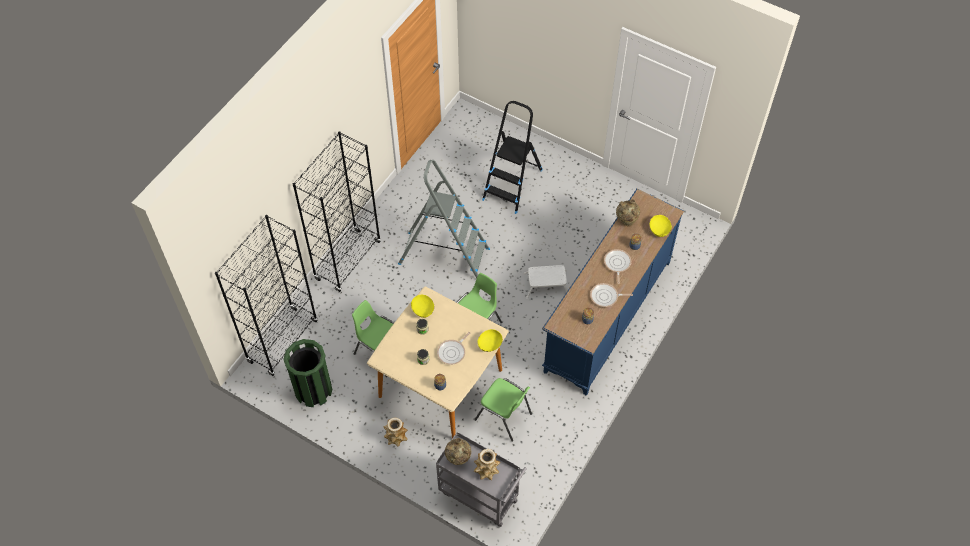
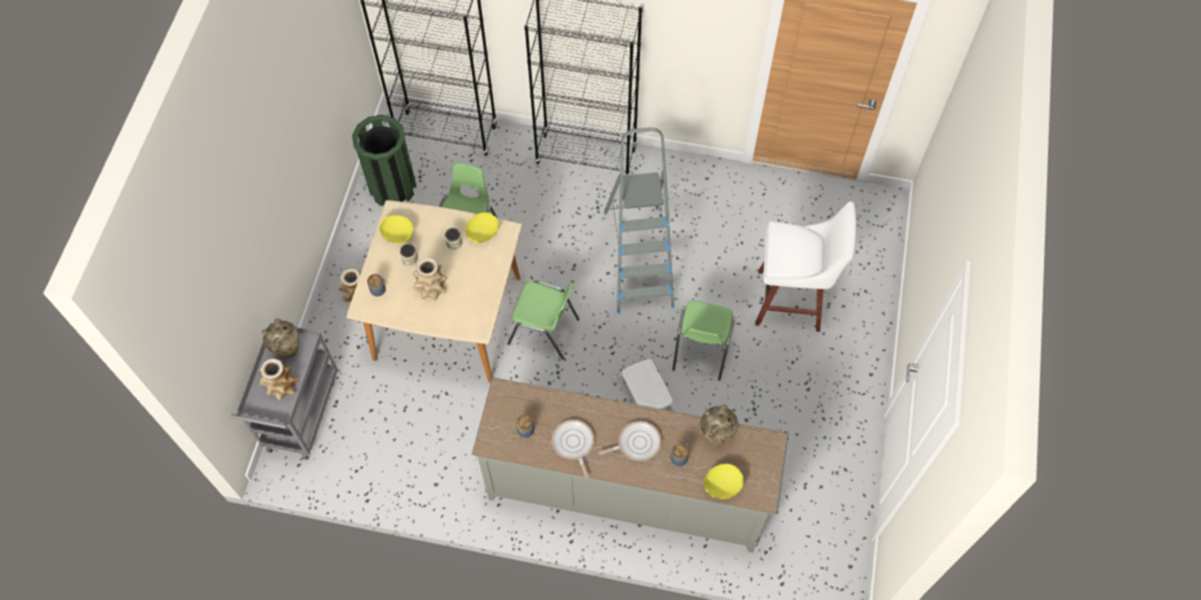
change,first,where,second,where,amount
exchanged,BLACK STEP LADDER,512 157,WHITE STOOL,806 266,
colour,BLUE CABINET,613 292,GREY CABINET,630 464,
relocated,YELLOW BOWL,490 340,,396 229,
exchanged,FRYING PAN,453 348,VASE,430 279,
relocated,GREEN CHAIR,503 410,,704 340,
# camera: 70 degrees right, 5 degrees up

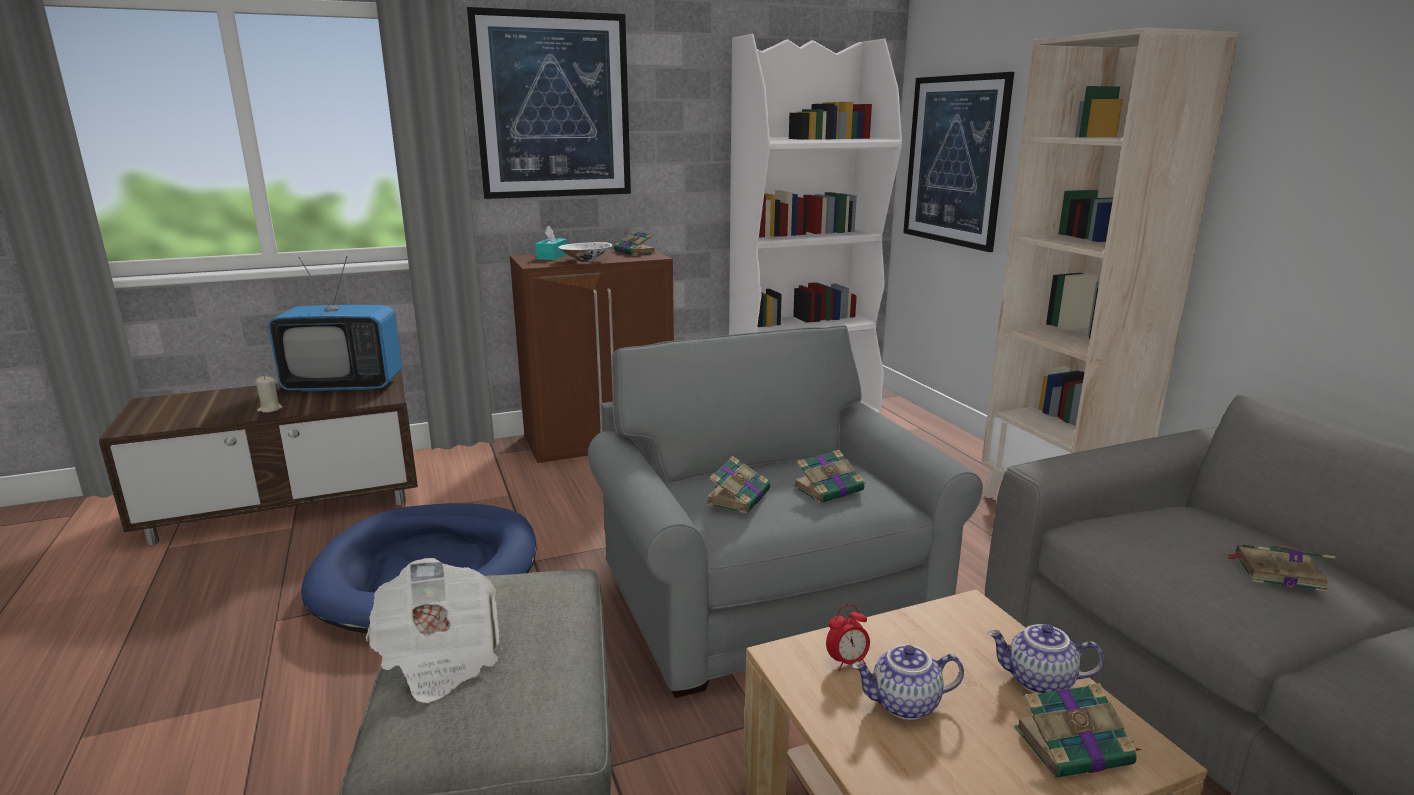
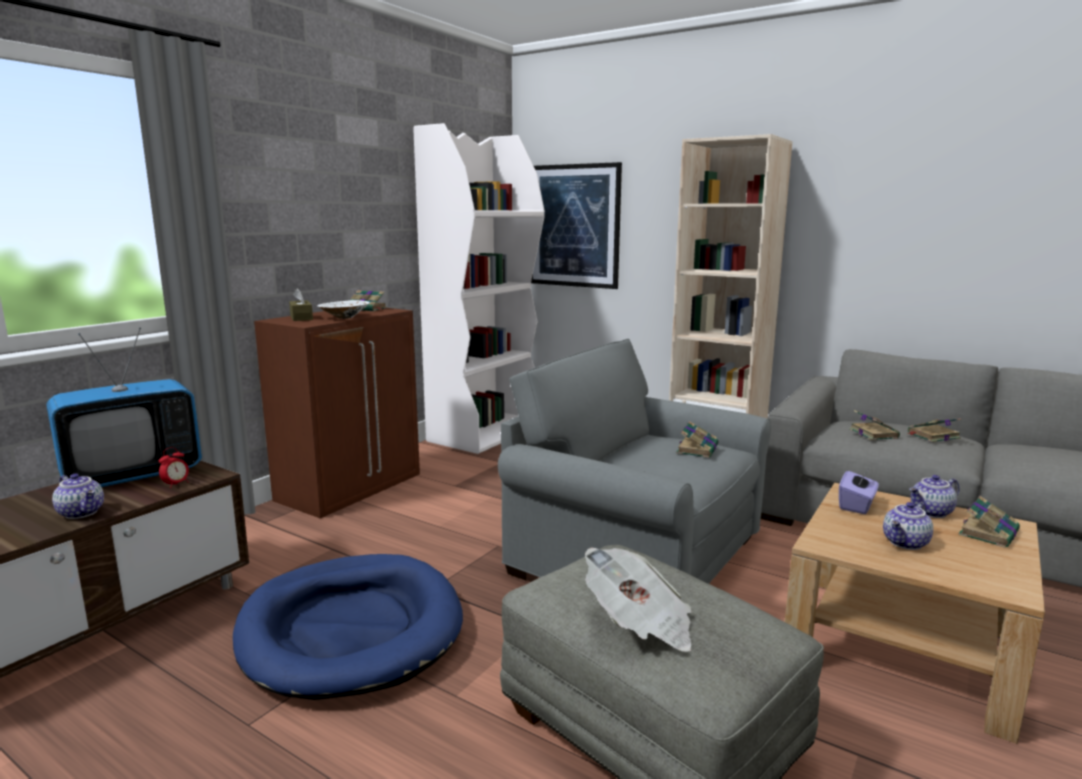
change,first,where,second,where,amount
missing,PICTURE,549 103,,,
colour,TURQUOISE TISSUE BOX,551 243,BROWN TISSUE BOX,301 304,
exchanged,BEIGE CANDLE,269 394,TEAPOT,78 496,
relocated,BOOK,737 485,,874 425,
relocated,ALARM CLOCK,848 638,,174 467,
appeared,,,PURPLE TISSUE BOX,859 492,
# camera: 35 degrees left, 5 degrees down

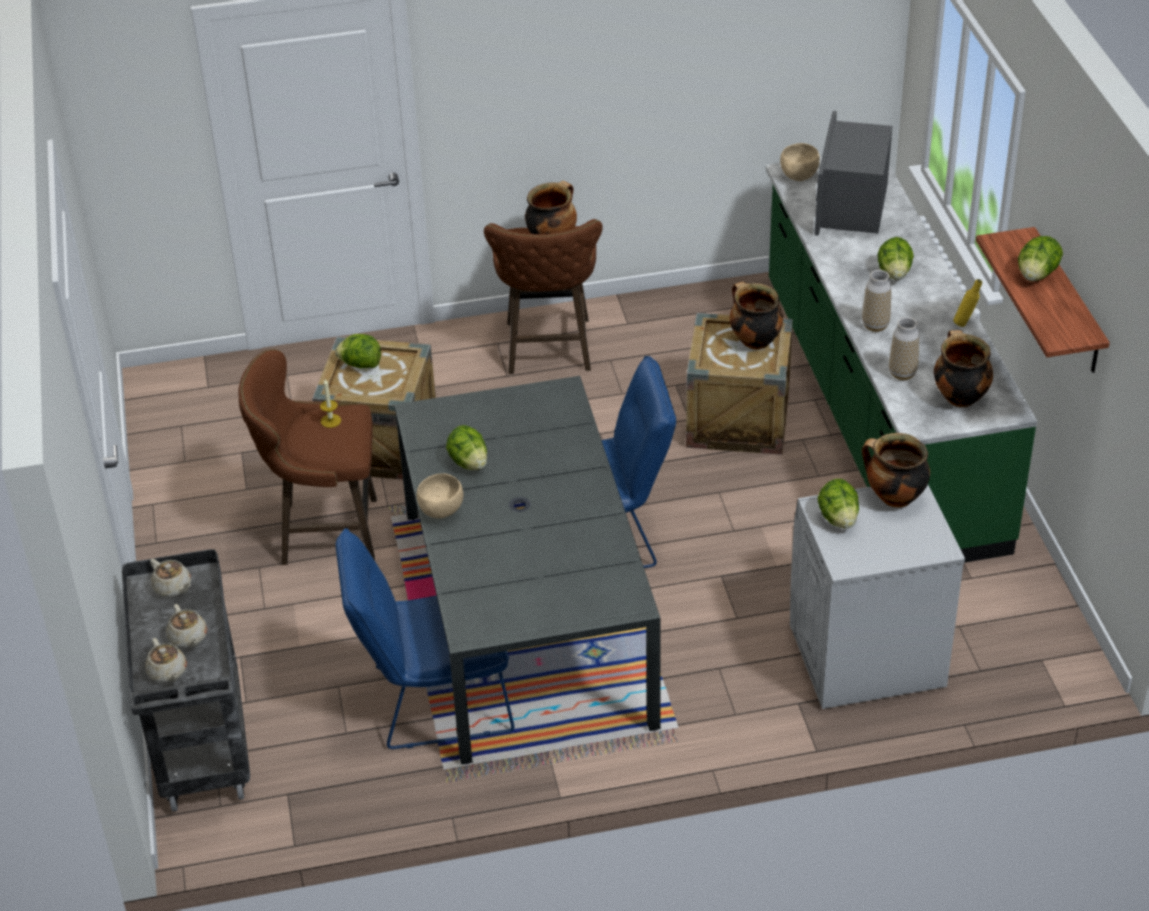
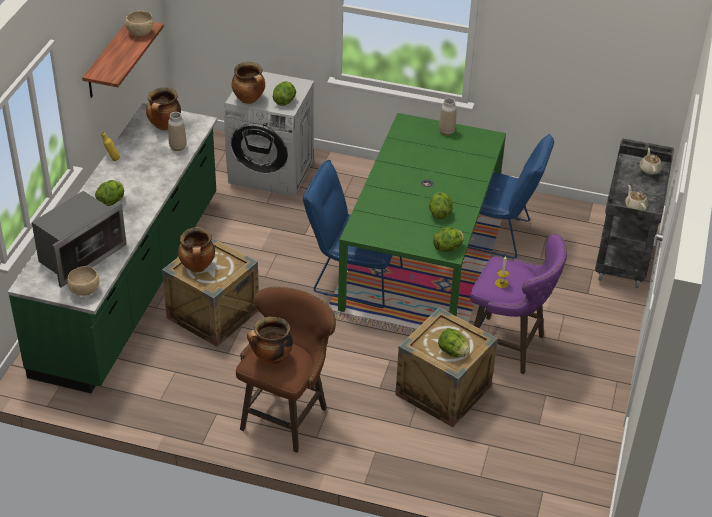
change,first,where,second,where,amount
relocated,LETTUCE,1040 258,,448 240,
relocated,VASE,876 301,,447 117,
colour,BROWN STOOL,307 457,PURPLE STOOL,518 304,
colour,GREY DINING TABLE,528 570,GREEN DINING TABLE,422 214,
relocated,BEIGE BOWL,440 496,,139 23,
missing,BEIGE TEAPOT,186 626,,,
# camera: 155 degrees left, 0 degrees up

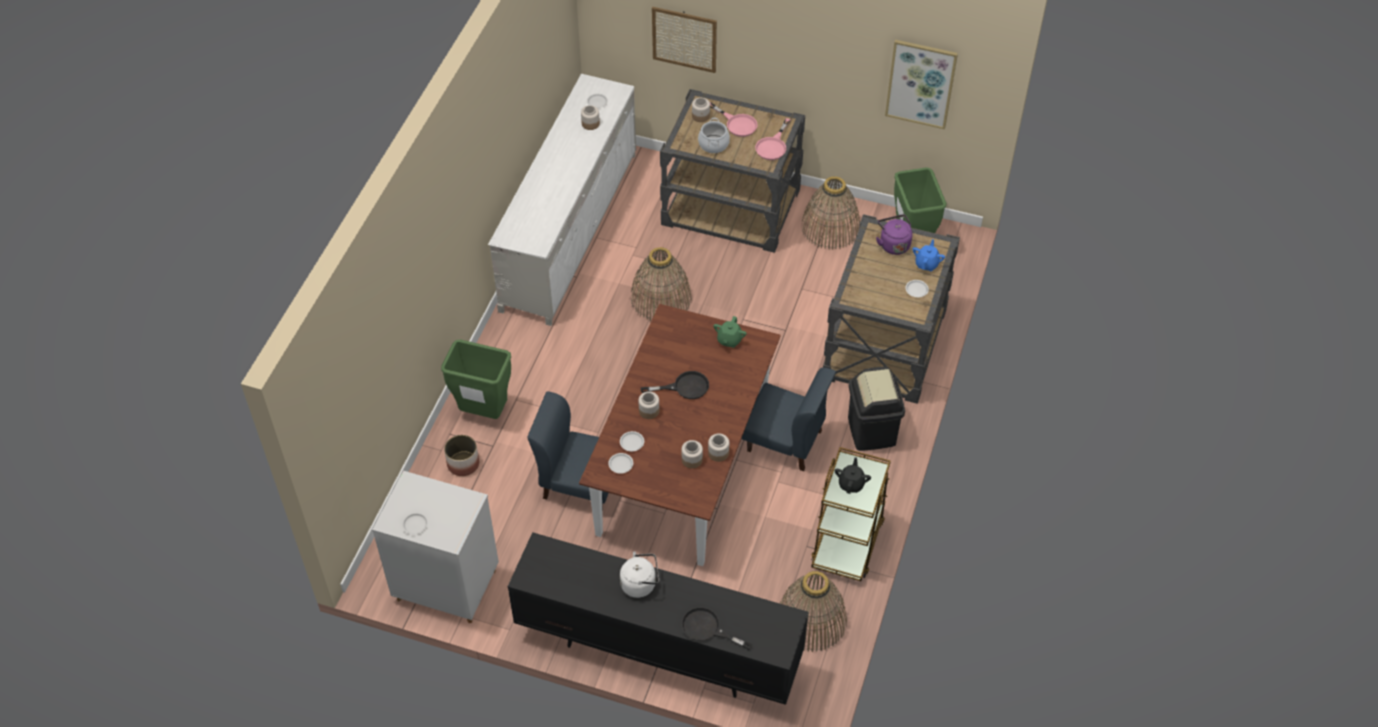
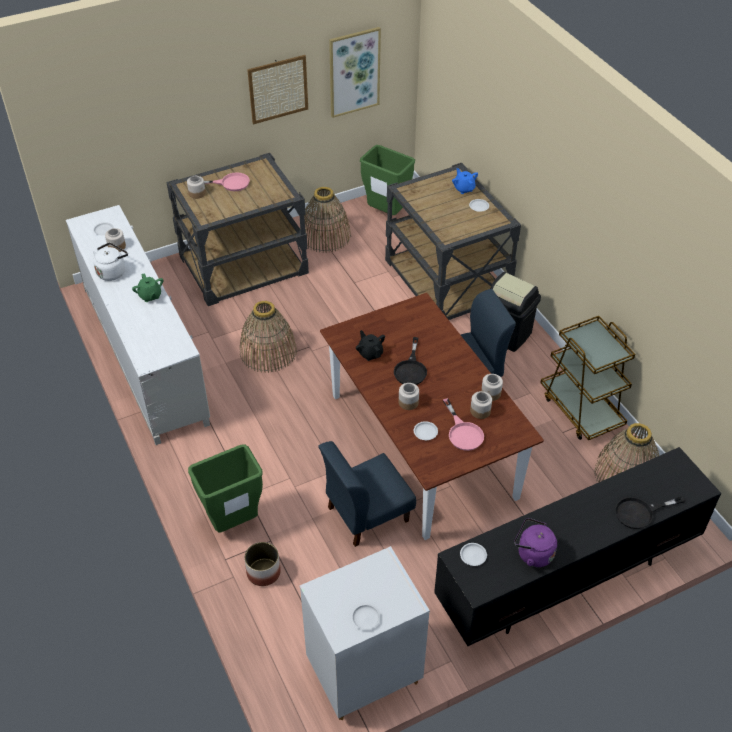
change,first,where,second,where,amount
relocated,PICTURE,684 40,,277 89,
missing,COOKING POT,714 135,,,
relocated,PINK FRYING PAN,772 139,,463 424,
relocated,PURPLE KETTLE,894 235,,535 542,
relocated,GREEN TEAPOT,730 332,,147 287,
spun,BLACK FRYING PAN,675 385,,410 361,150 degrees clockwise
relocated,WHITE PLATE,620 463,,473 554,
relocated,BLACK TEAPOT,853 475,,370 345,
relocated,WHITE KETTLE,639 574,,110 262,
# camera: 45 degrees left, 5 degrees down

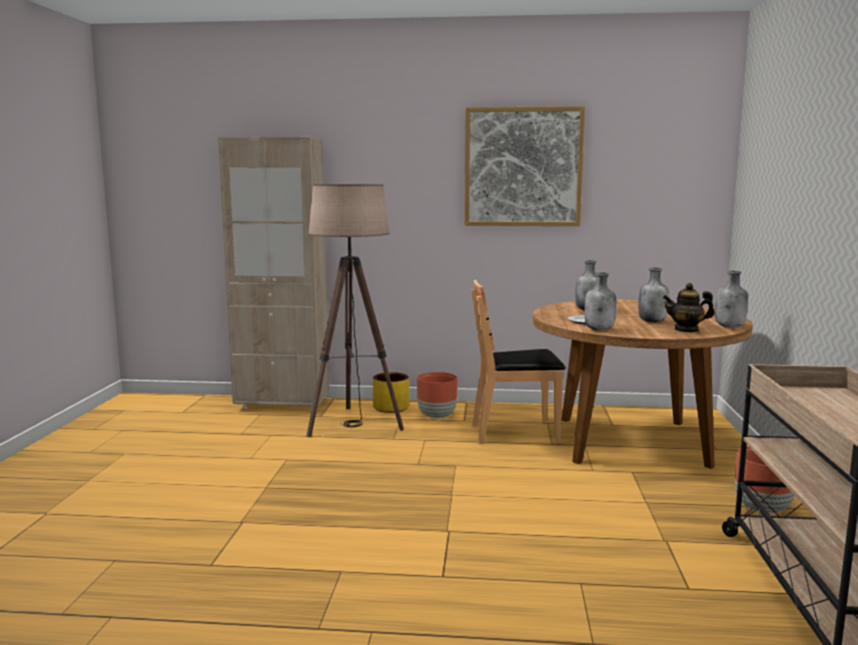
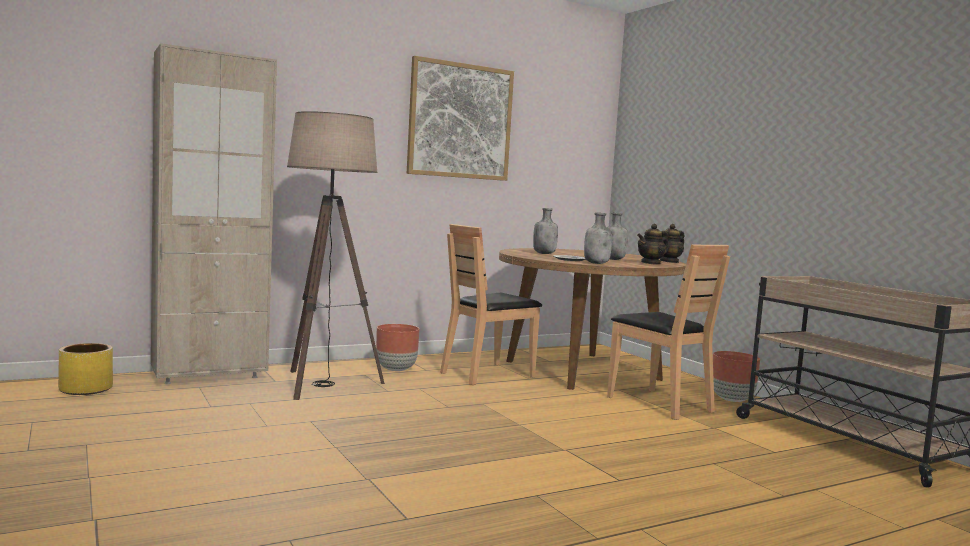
change,first,where,second,where,amount
exchanged,GREY BOTTLE,731 299,TEAPOT,672 243,
relocated,YELLOW PLANTER,391 392,,85 369,
appeared,,,BROWN CHAIR,668 332,
# camera: 35 degrees left, 5 degrees down

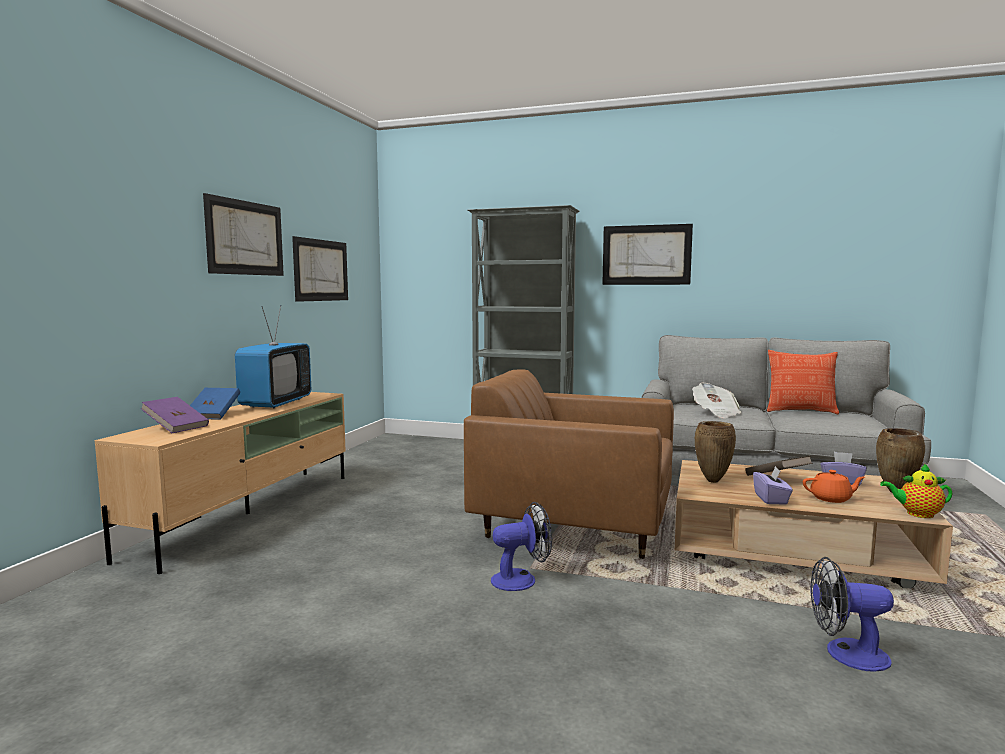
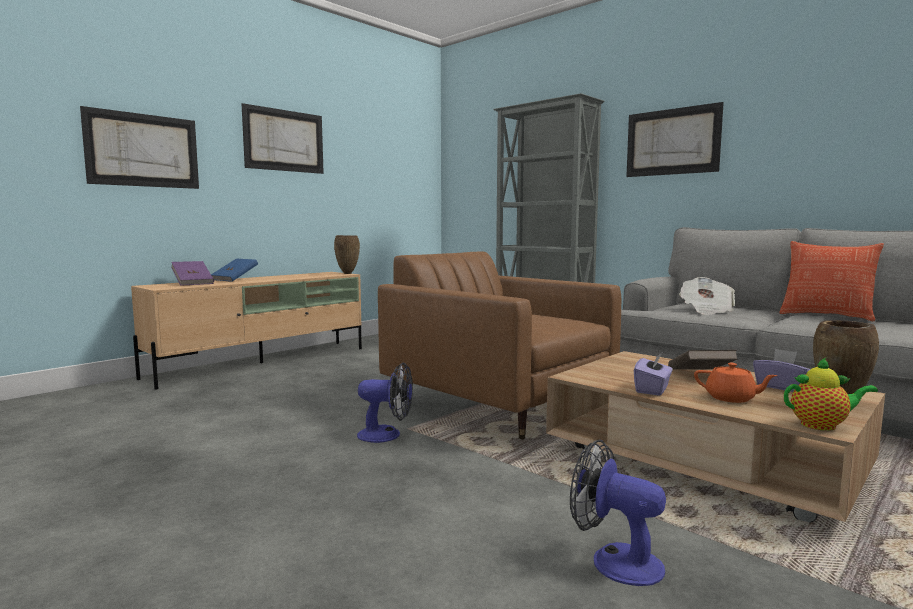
change,first,where,second,where,amount
relocated,PICTURE,320 269,,139 147,
missing,TELEVISION,273 356,,,
relocated,BROWN VASE,715 452,,347 254,
spun,TEAPOT,916 490,,831 394,150 degrees clockwise
# camera: 25 degrees right, 0 degrees up

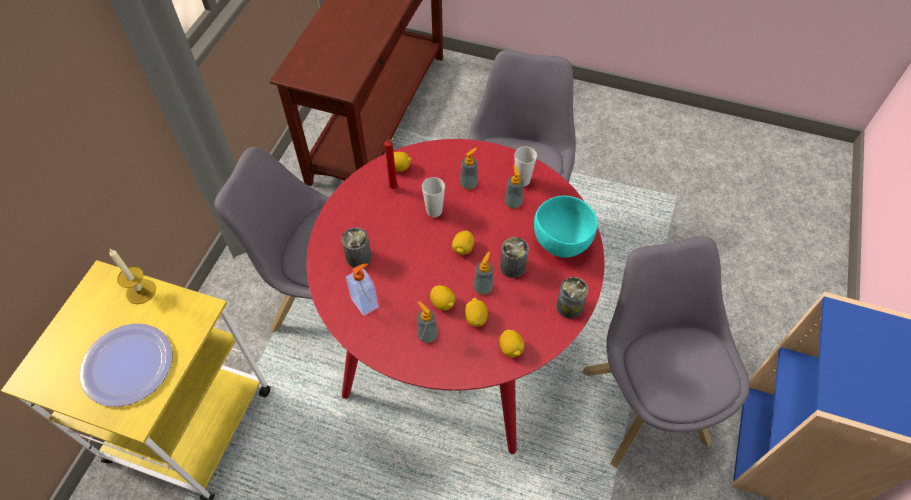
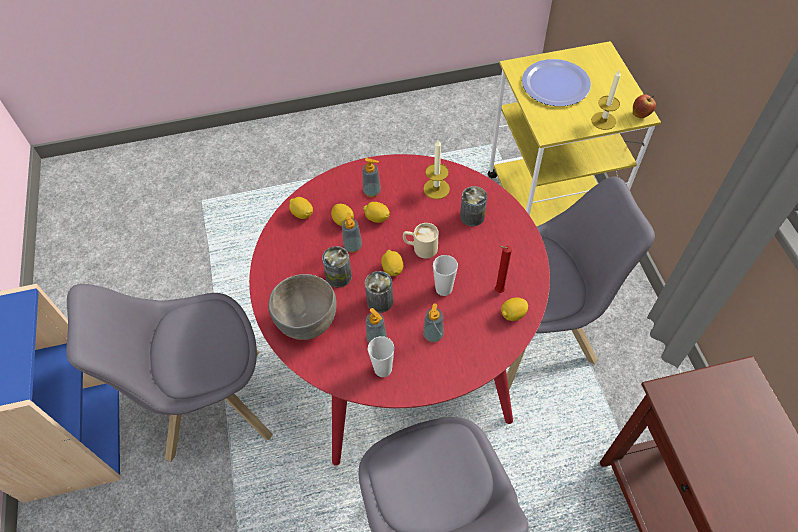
change,first,where,second,where,amount
colour,TURQUOISE BOWL,566 226,GREY BOWL,302 307,
spun,GREY CHAIR,666 352,,169 373,120 degrees clockwise
exchanged,SOAP DISPENSER,362 289,CANDLE,436 169,
relocated,CAN,572 298,,379 292,
appeared,,,APPLE,644 106,
appeared,,,BEIGE MUG,421 241,
# camera: 150 degrees right, 0 degrees up

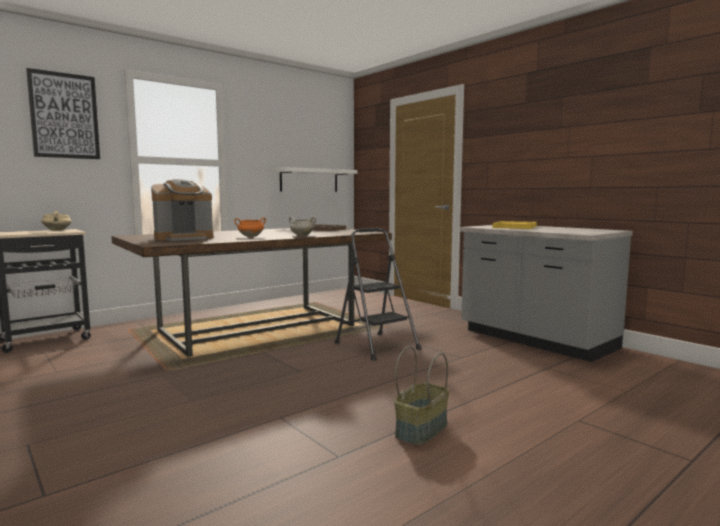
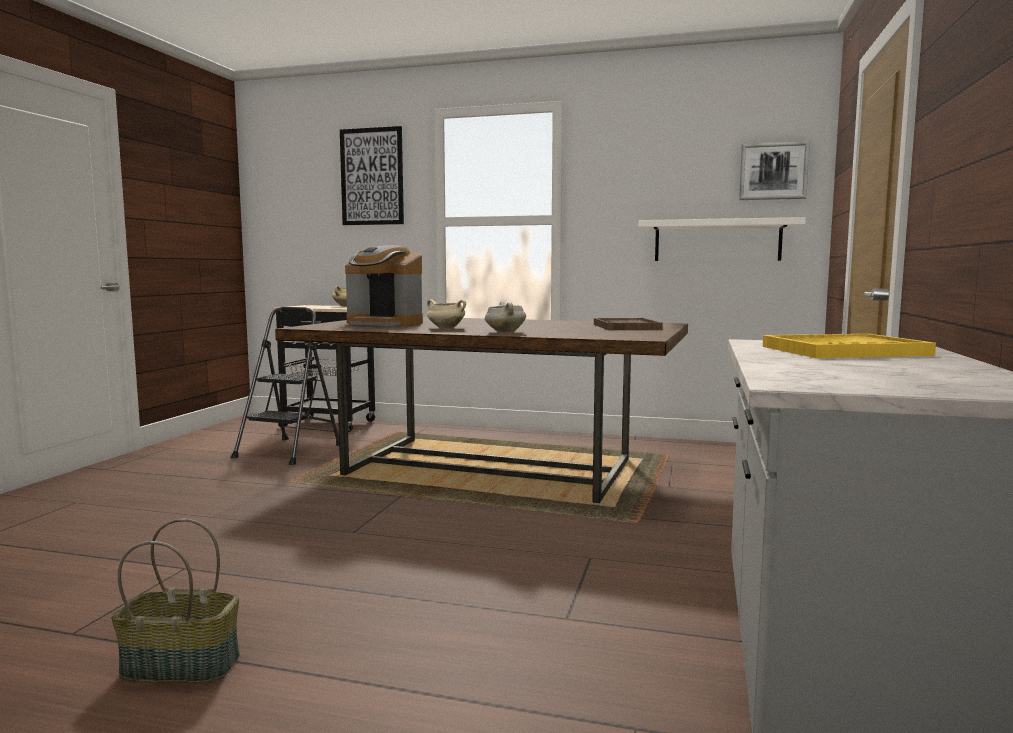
change,first,where,second,where,amount
colour,ORANGE COOKING POT,250 227,BEIGE COOKING POT,446 313,
relocated,BLACK STEP LADDER,378 294,,284 386,
appeared,,,PICTURE,774 170,
# camera: 55 degrees right, 0 degrees up

